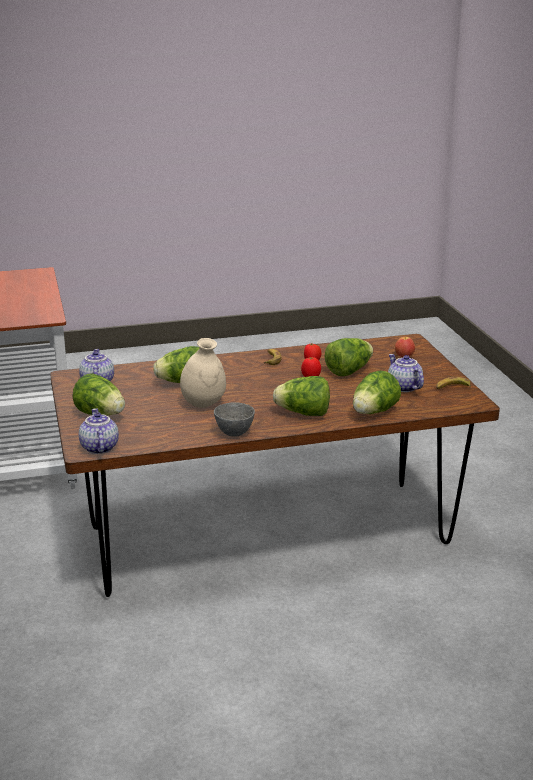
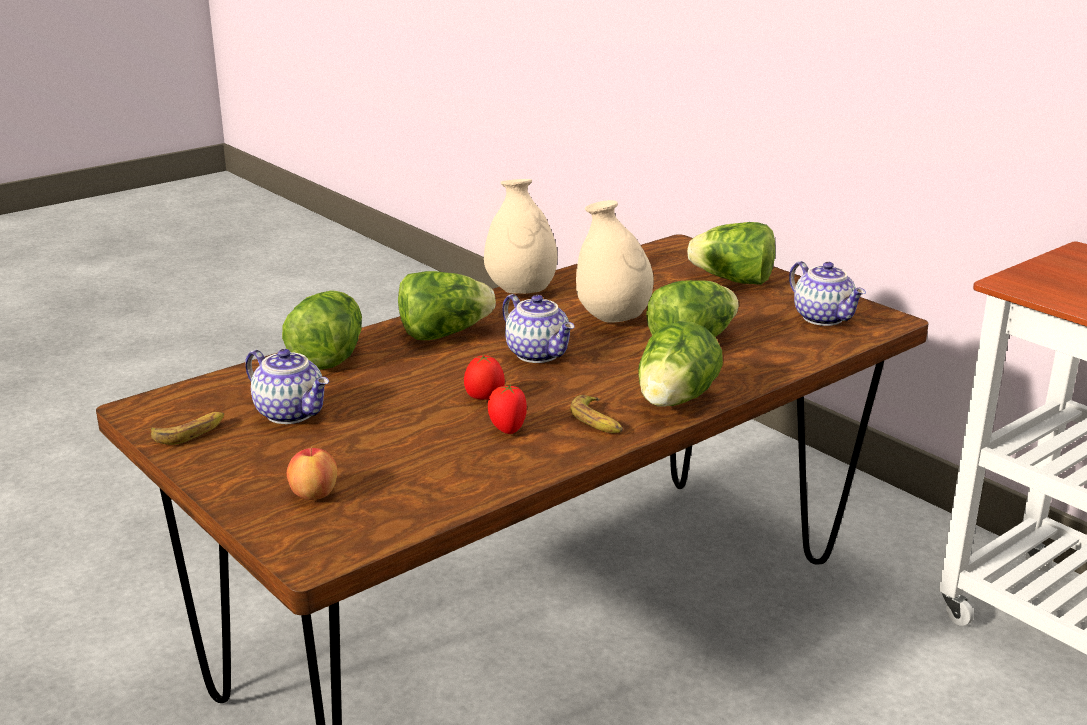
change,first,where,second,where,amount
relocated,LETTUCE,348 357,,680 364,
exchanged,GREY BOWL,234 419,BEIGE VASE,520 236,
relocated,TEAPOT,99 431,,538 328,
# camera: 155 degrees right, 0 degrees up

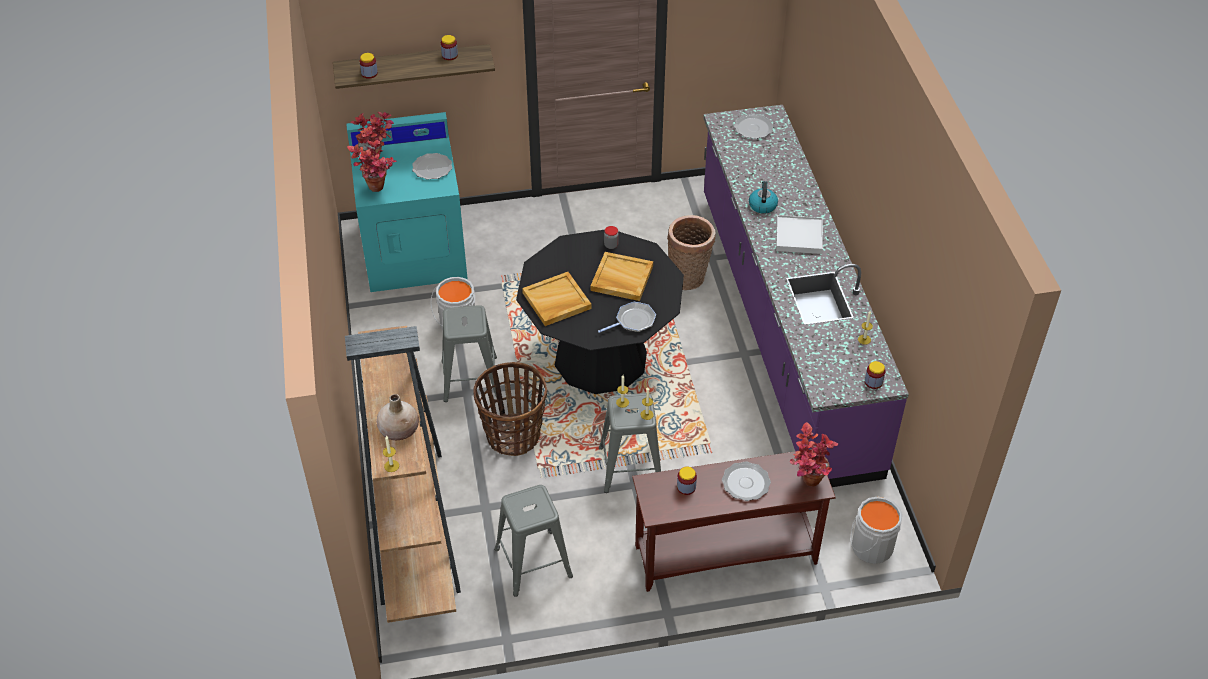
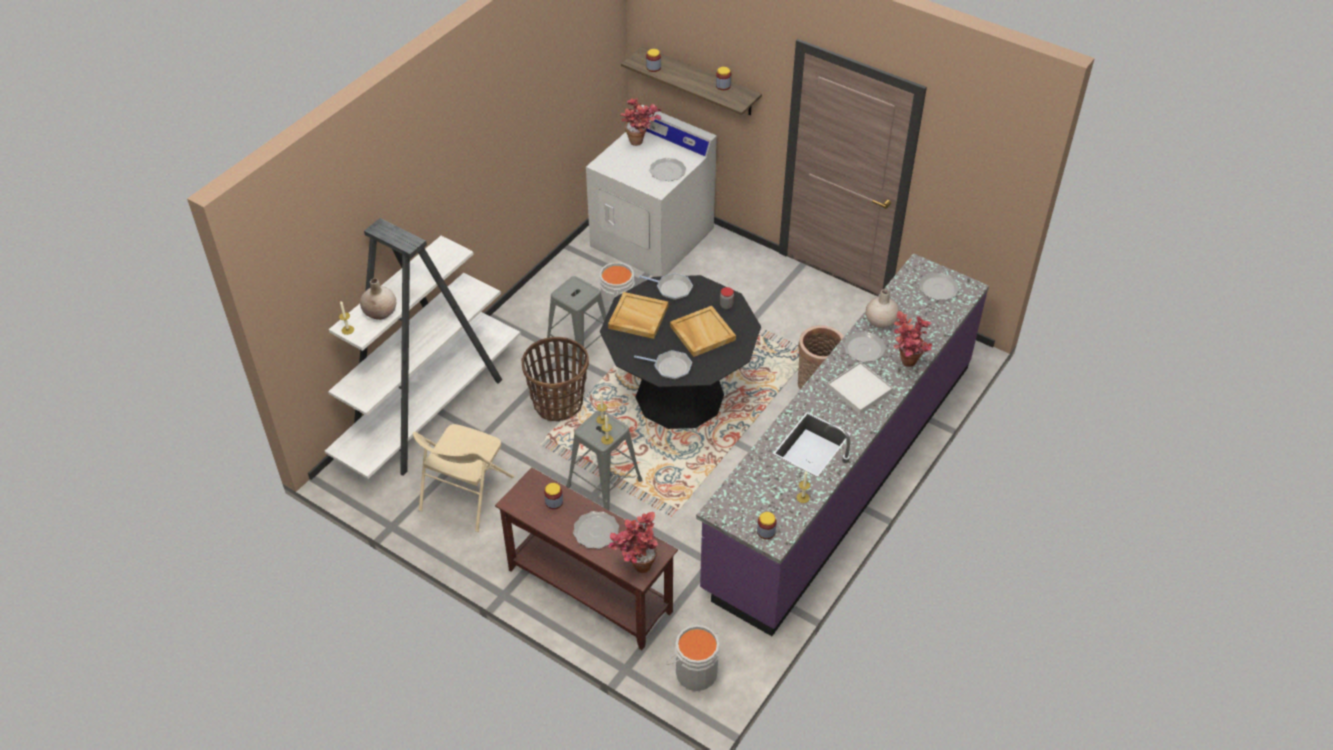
change,first,where,second,where,amount
colour,TURQUOISE WASHING MACHINE,407 202,WHITE WASHING MACHINE,651 191,
relocated,POTTED PLANT,372 166,,913 339,
exchanged,KETTLE,763 197,PLATE,864 347,
colour,BROWN BOOKCASE,403 474,WHITE BOOKCASE,423 348,
exchanged,GREY STOOL,533 541,BEIGE CHAIR,463 478,
appeared,,,FRYING PAN,666 286,
appeared,,,BEIGE VASE,882 308,
# camera: 45 degrees right, 0 degrees up

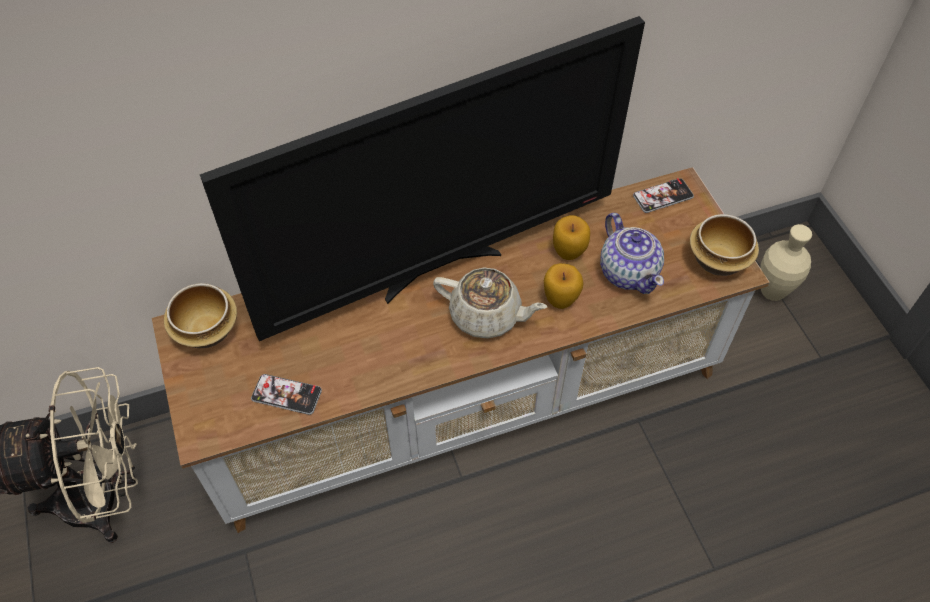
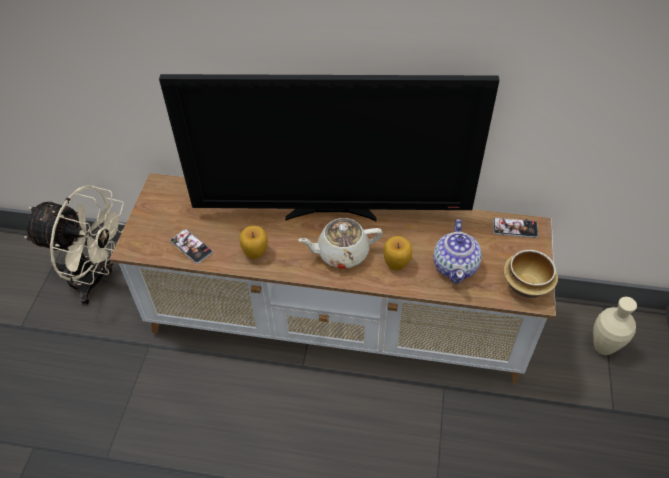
change,first,where,second,where,amount
relocated,APPLE,571 237,,253 242,
spun,BEIGE TEAPOT,490 303,,340 243,120 degrees clockwise
missing,BOWL,200 315,,,
# camera: 30 degrees right, 5 degrees down

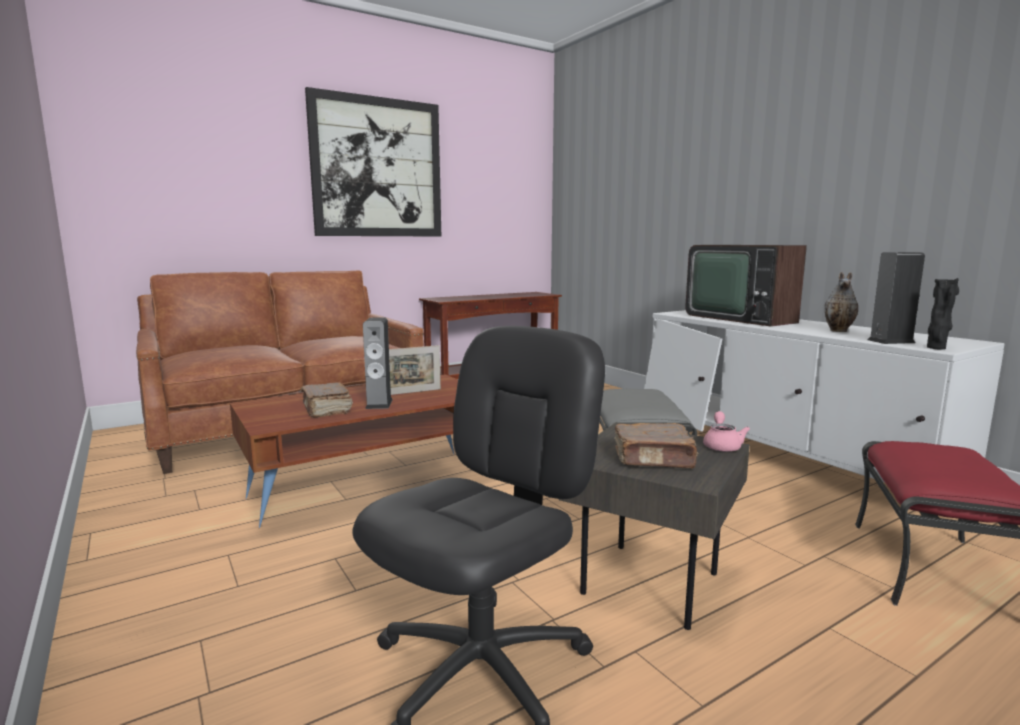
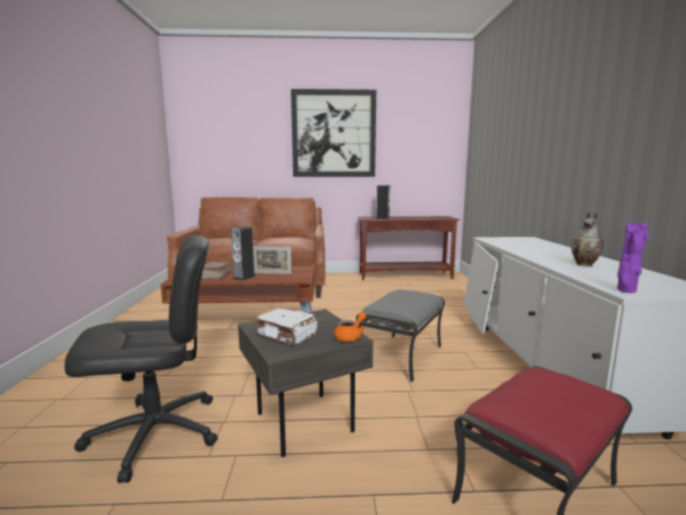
change,first,where,second,where,amount
missing,TELEVISION,746 286,,,
relocated,SPEAKER,896 298,,383 202,
colour,BLACK VASE,943 313,PURPLE VASE,633 258,
colour,PINK TEAPOT,726 431,ORANGE TEAPOT,350 327,
colour,BROWN BOOK,656 446,WHITE BOOK,286 327,
# camera: 30 degrees right, 0 degrees up

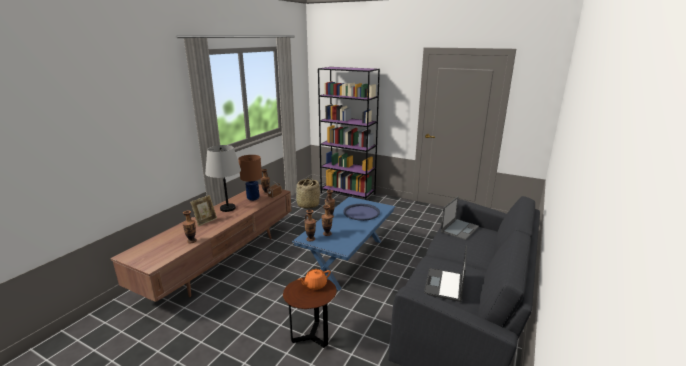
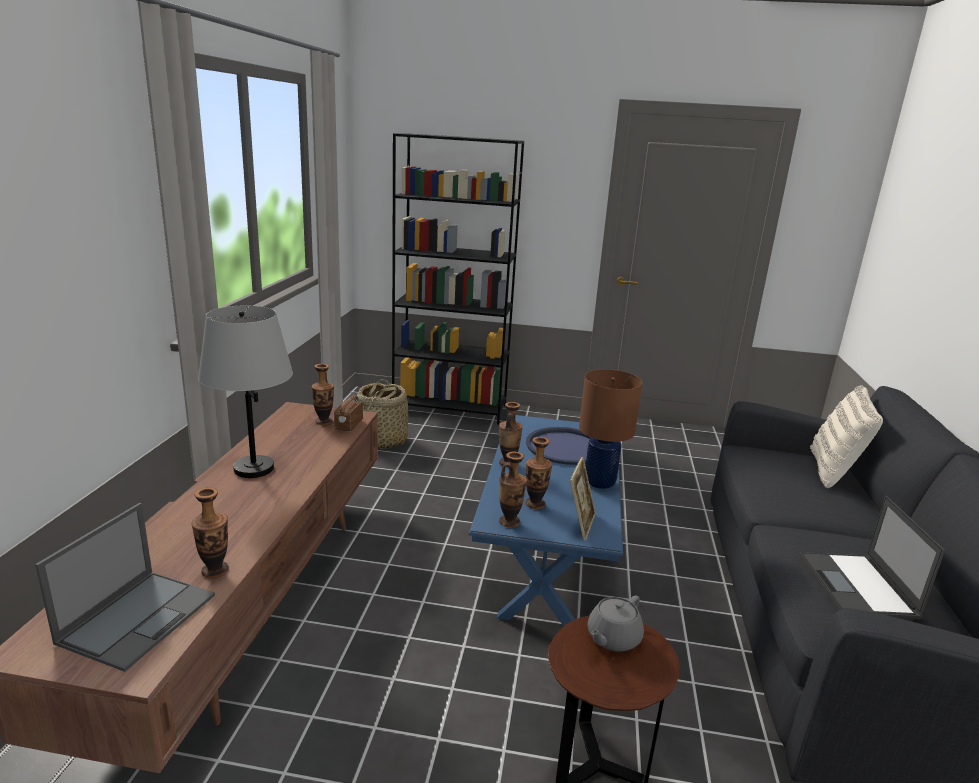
change,first,where,second,where,amount
colour,PURPLE BOOKCASE,349 133,BLACK BOOKCASE,458 279,
relocated,BROWN TABLE LAMP,250 178,,610 429,
relocated,PICTURE FRAME,203 210,,583 499,
relocated,LAPTOP,460 218,,125 587,
colour,ORANGE TEAPOT,314 279,GREY TEAPOT,615 623,
appeared,,,BEIGE PILLOW,846 436,
# camera: 20 degrees left, 0 degrees up

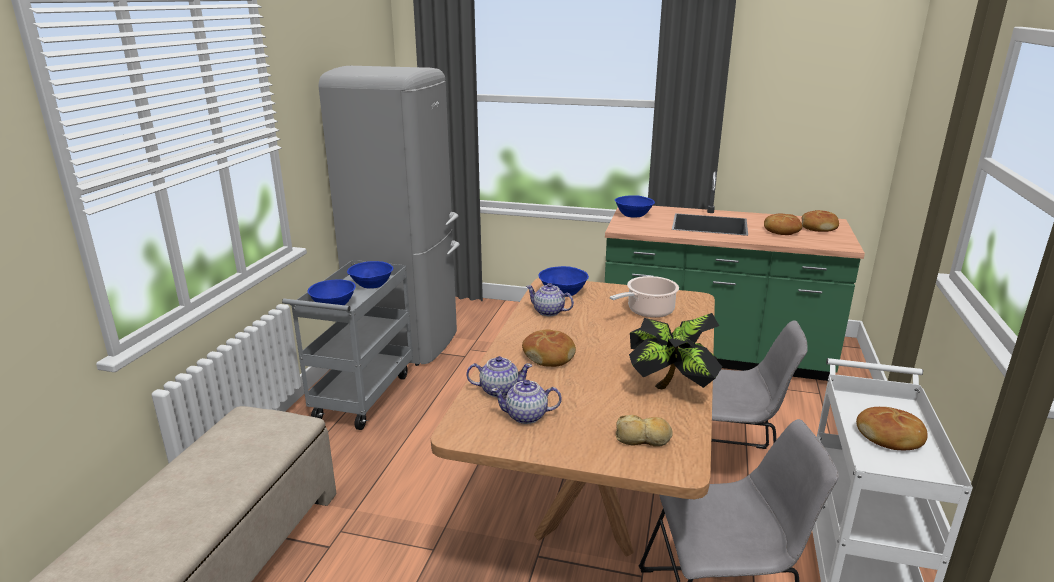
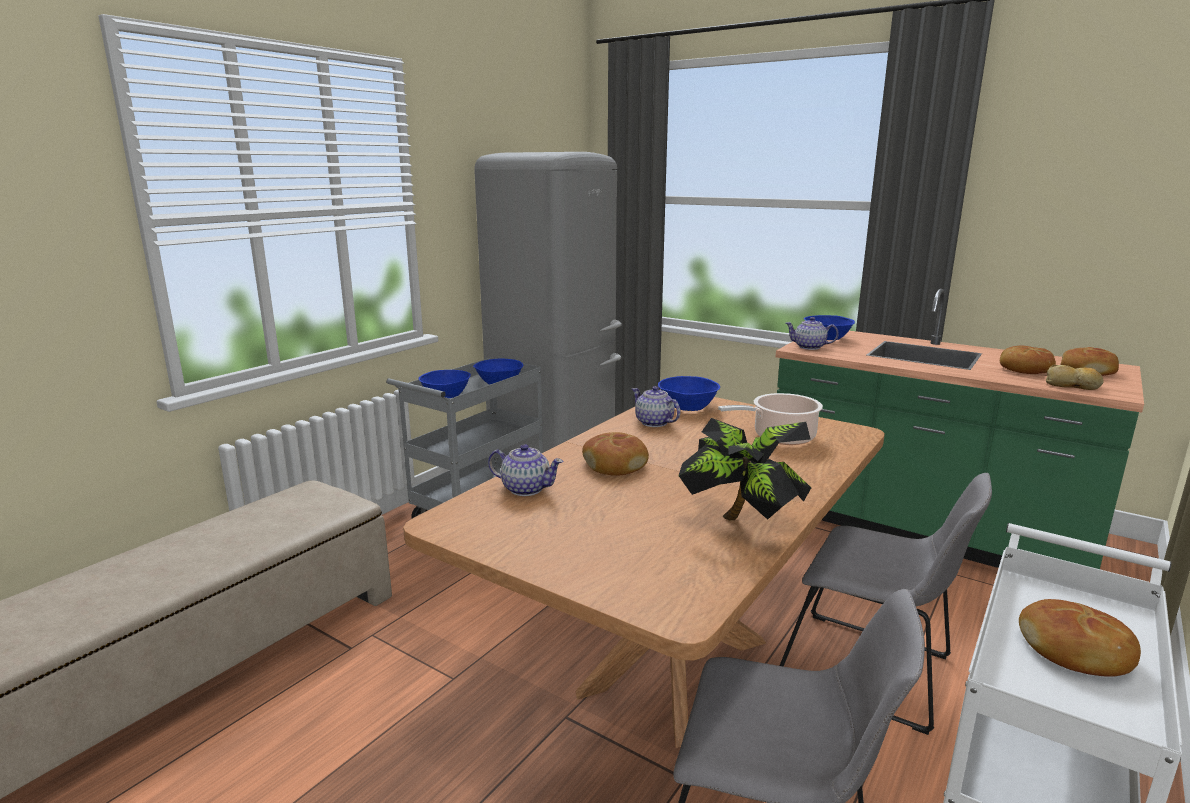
change,first,where,second,where,amount
relocated,TEAPOT,526 402,,812 333,
relocated,BREAD,644 431,,1075 377,
# camera: 20 degrees right, 5 degrees down

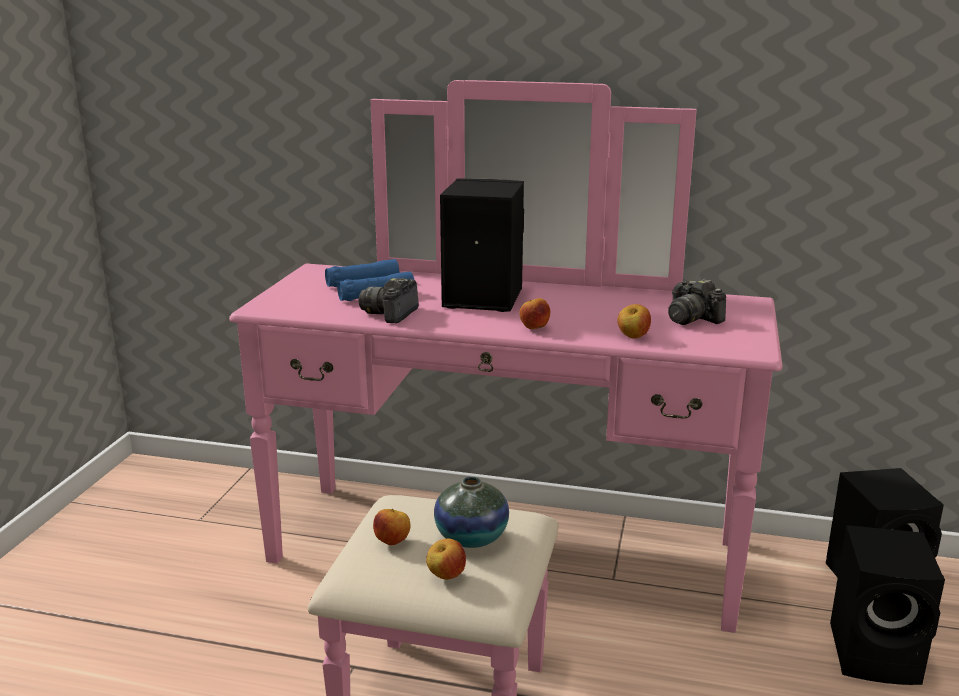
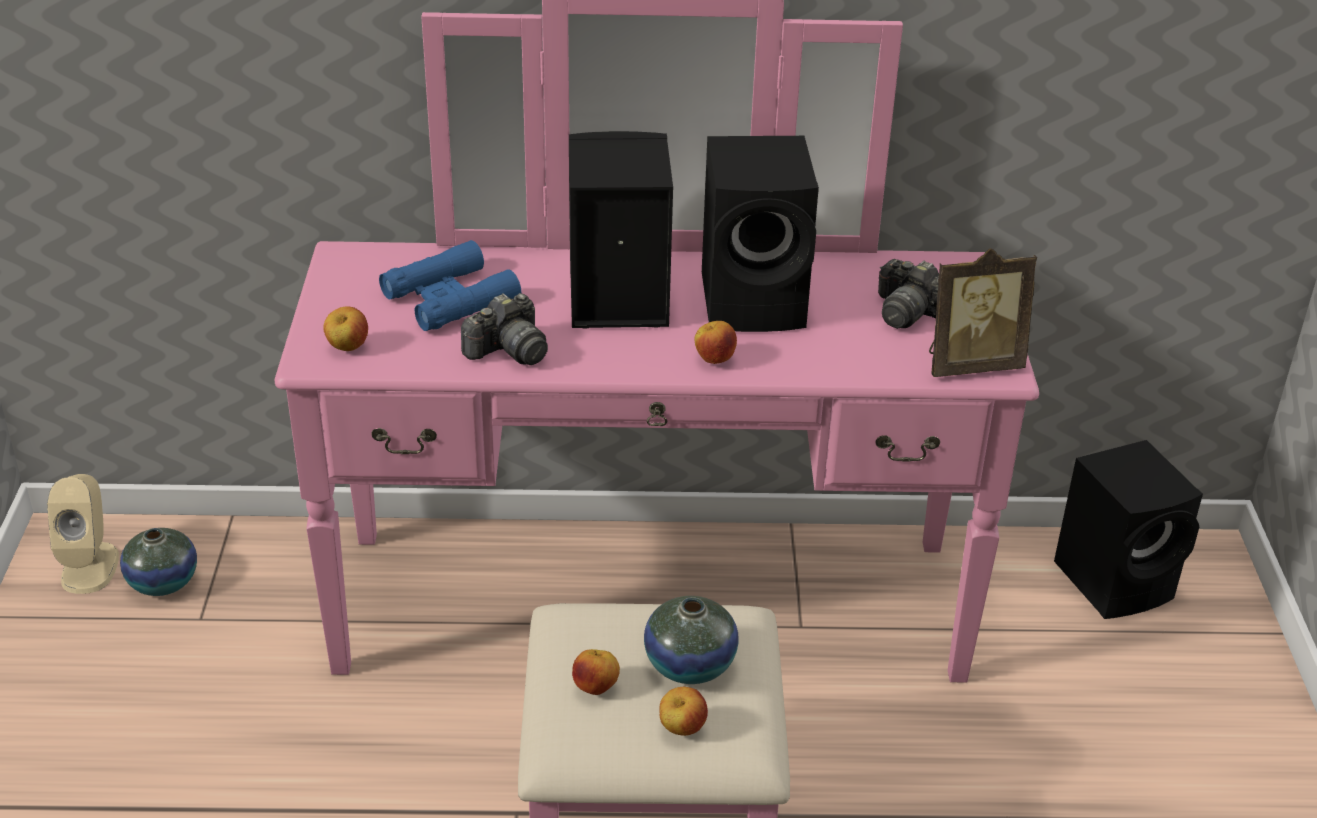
change,first,where,second,where,amount
spun,PHOTO CAMERA,388 300,,504 329,135 degrees counterclockwise
relocated,APPLE,634 321,,345 328,
relocated,BLACK SPEAKER,887 605,,760 234,
appeared,,,PICTURE FRAME,983 312,
appeared,,,BEIGE SPEAKER,83 534,
appeared,,,VASE,158 562,
# camera: 15 degrees left, 15 degrees up

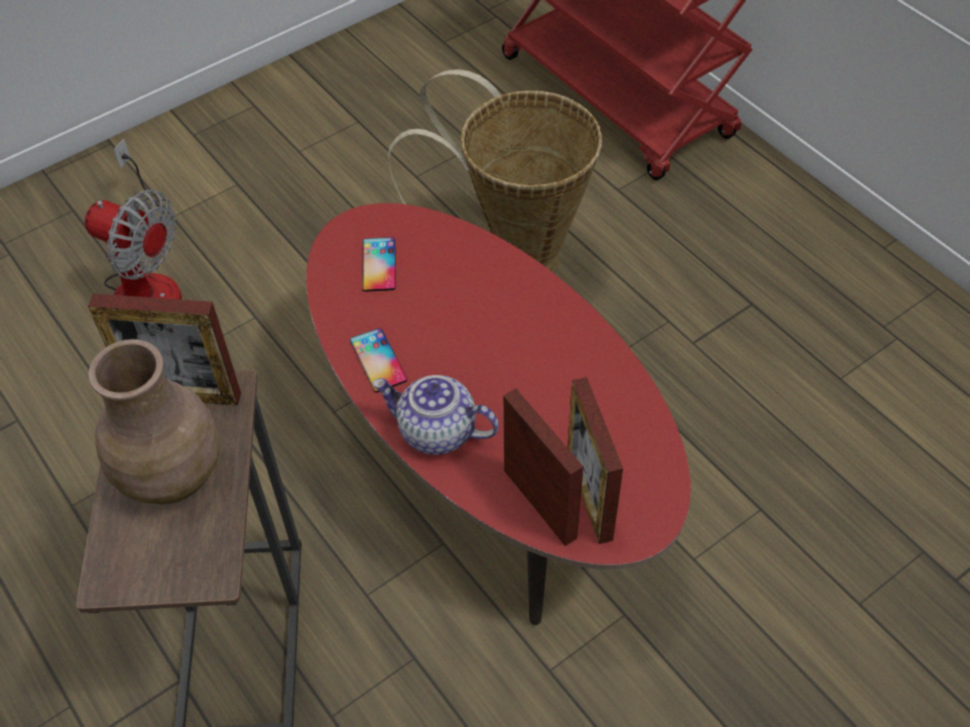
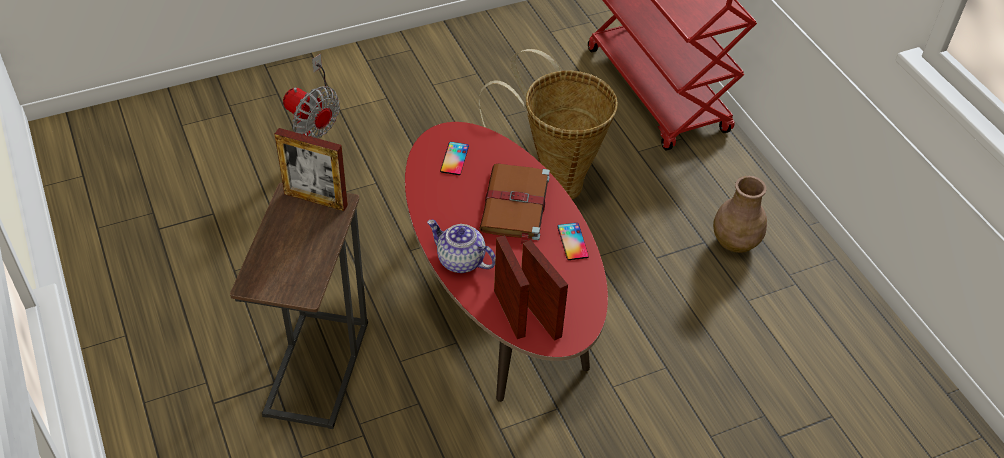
change,first,where,second,where,amount
relocated,PHONE,378 360,,573 241,
relocated,BROWN VASE,154 421,,740 214,
spun,PICTURE FRAME,595 460,,544 290,150 degrees clockwise
appeared,,,BROWN BOOK,514 204,
# camera: 10 degrees right, 5 degrees down

